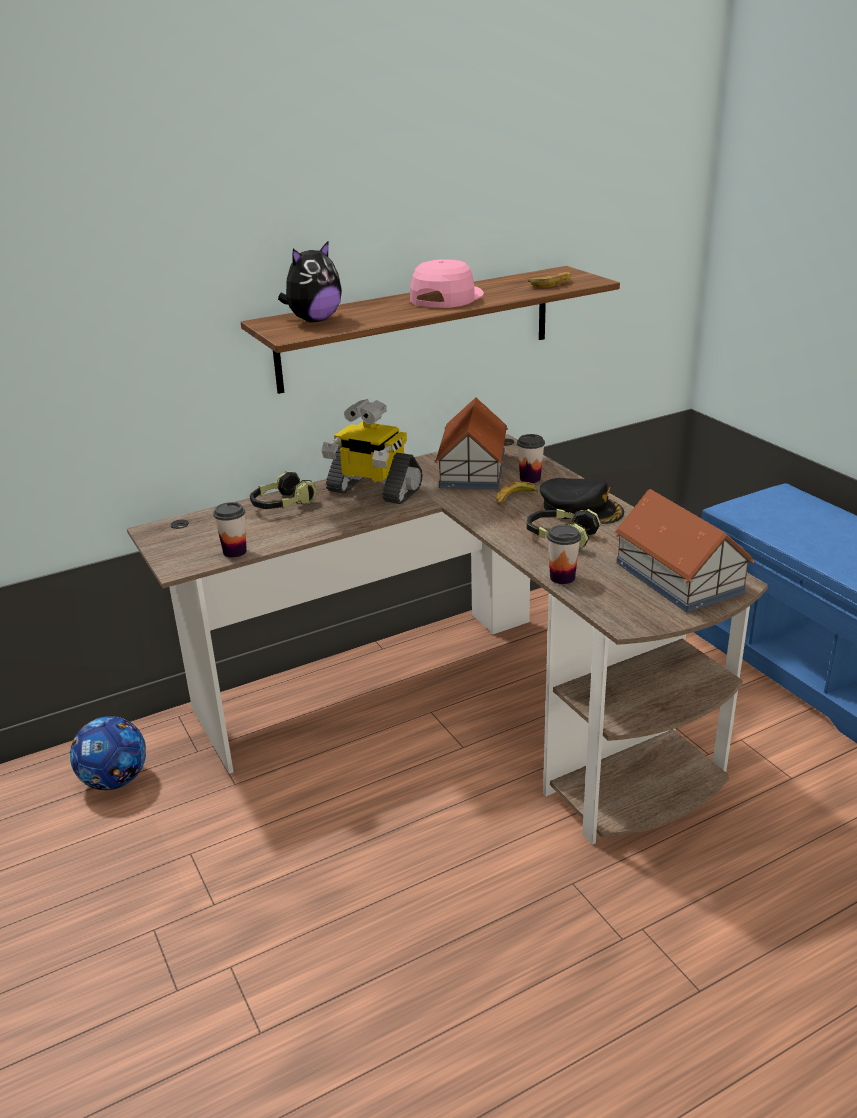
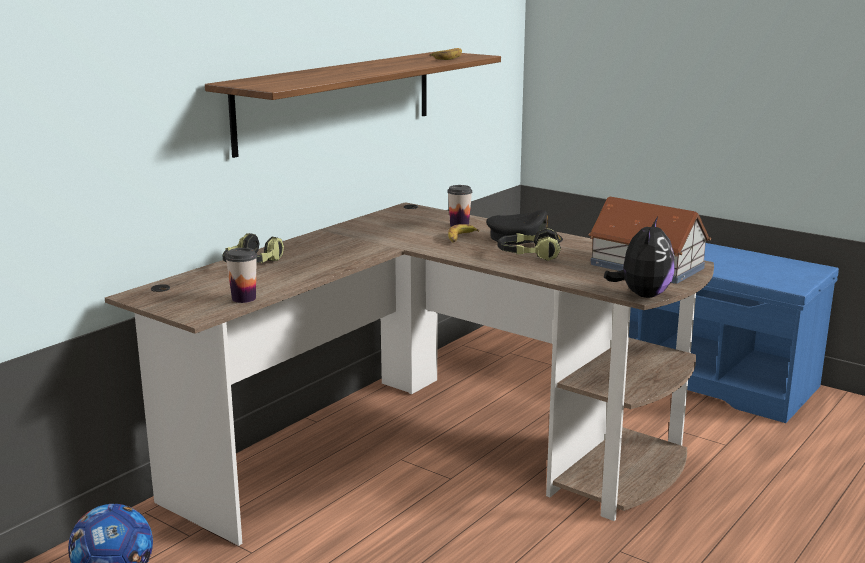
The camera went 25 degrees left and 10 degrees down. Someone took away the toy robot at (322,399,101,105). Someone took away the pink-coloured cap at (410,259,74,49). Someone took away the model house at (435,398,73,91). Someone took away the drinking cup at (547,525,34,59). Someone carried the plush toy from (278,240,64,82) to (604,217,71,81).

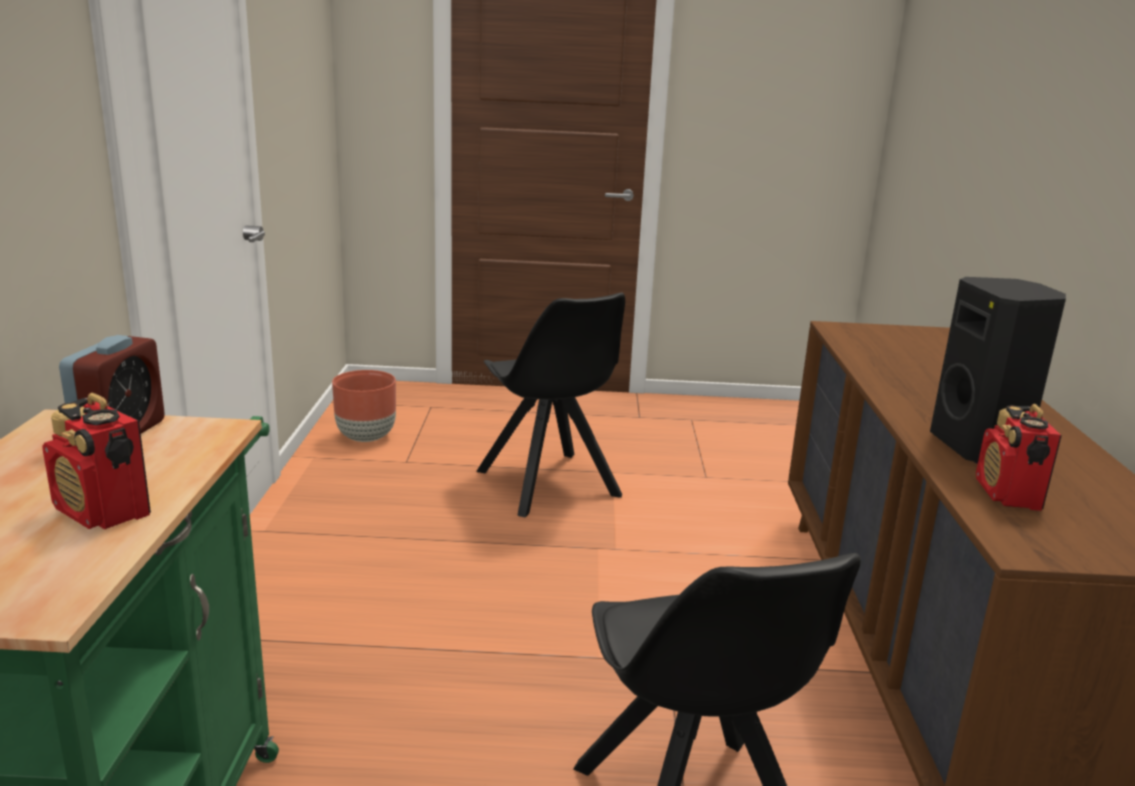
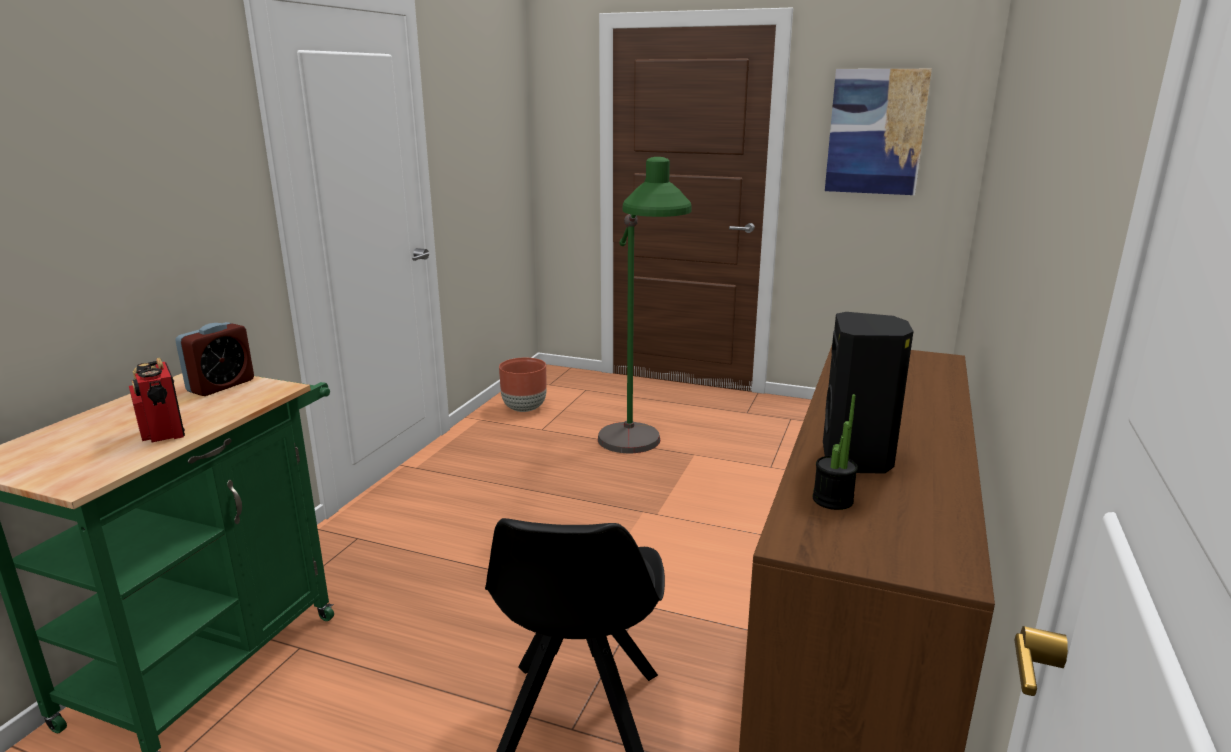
The camera went 20 degrees right and 0 degrees up. Someone put up the wall picture at (825,69,107,126). Someone swapped the black-coloured plain chair at (476,293,149,225) for the greenish standing lamp at (598,157,94,296). Someone swapped the radio at (976,404,86,107) for the houseplant at (813,394,45,116).

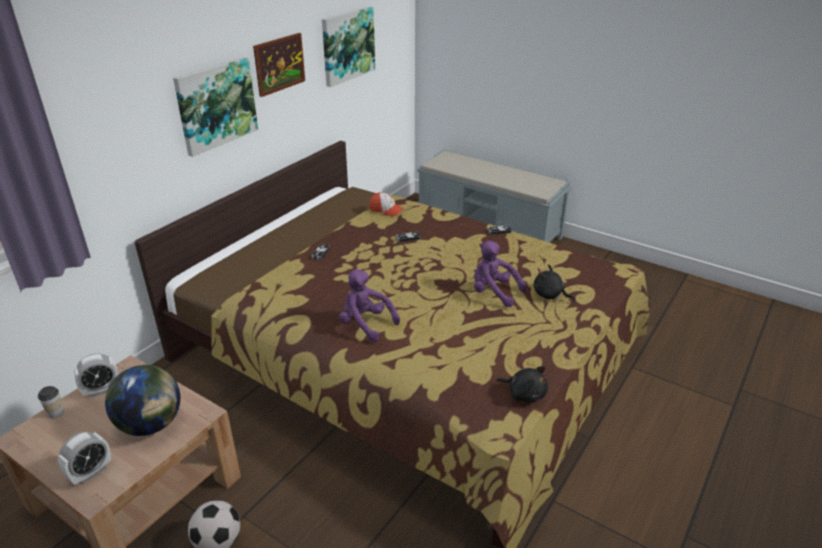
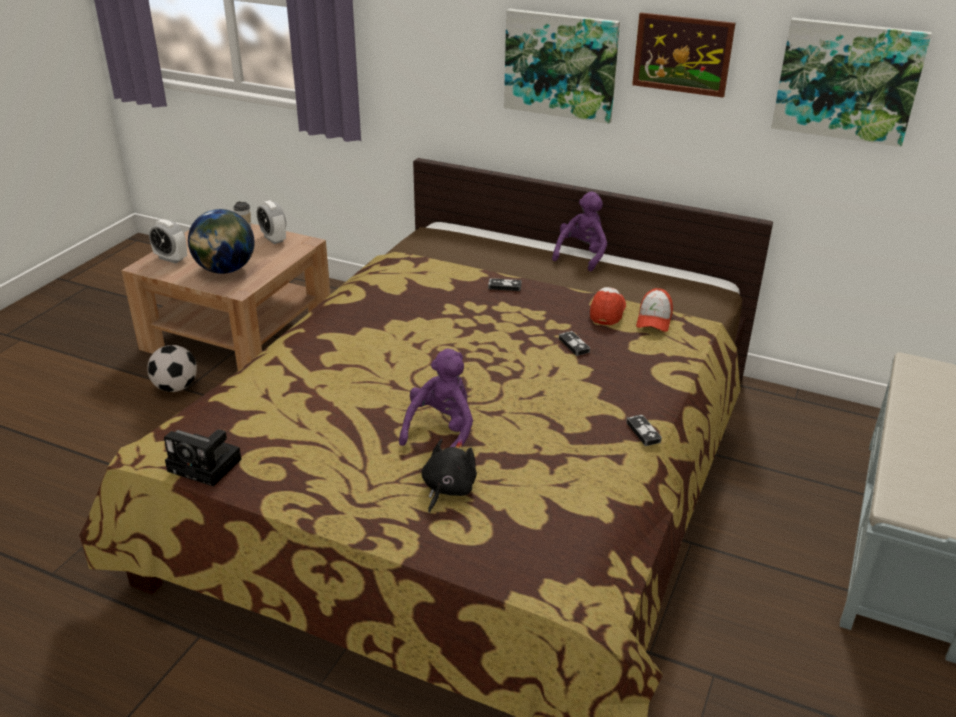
The camera went 80 degrees right and 0 degrees up. Someone put down the cap at (590,287,36,38). Someone carried the purple-coloured plush toy from (339,269,61,73) to (552,191,55,81). Someone swapped the black-coloured plush toy at (496,366,52,36) for the photo camera at (164,429,77,58).

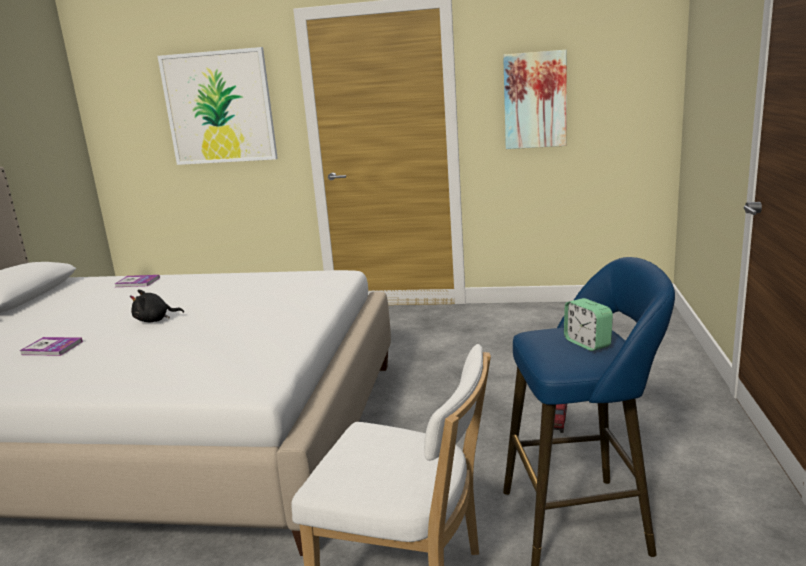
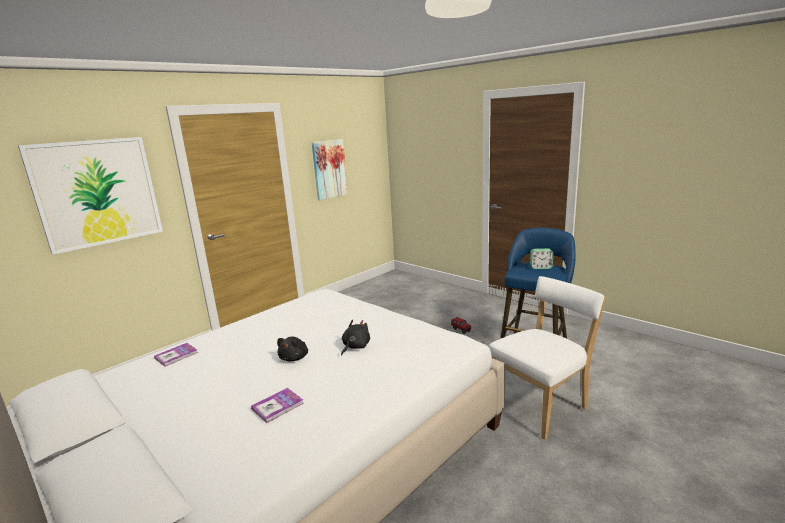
The camera went 55 degrees left and 0 degrees up. Someone put down the black-coloured plush toy at (341,320,29,36).

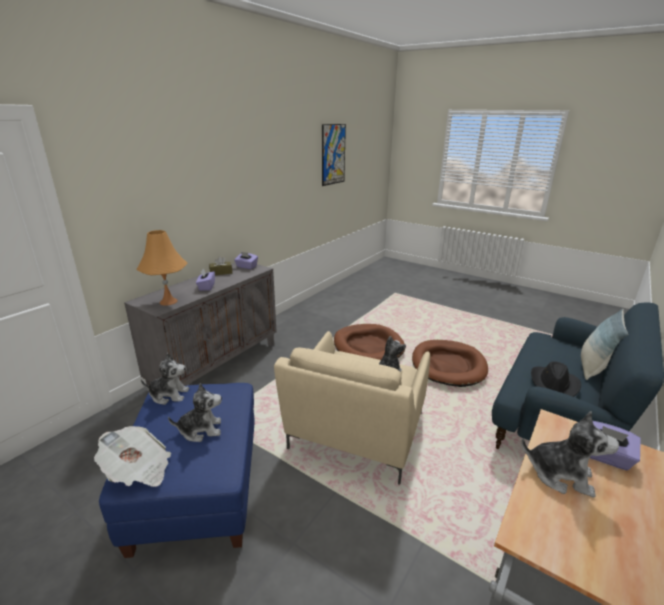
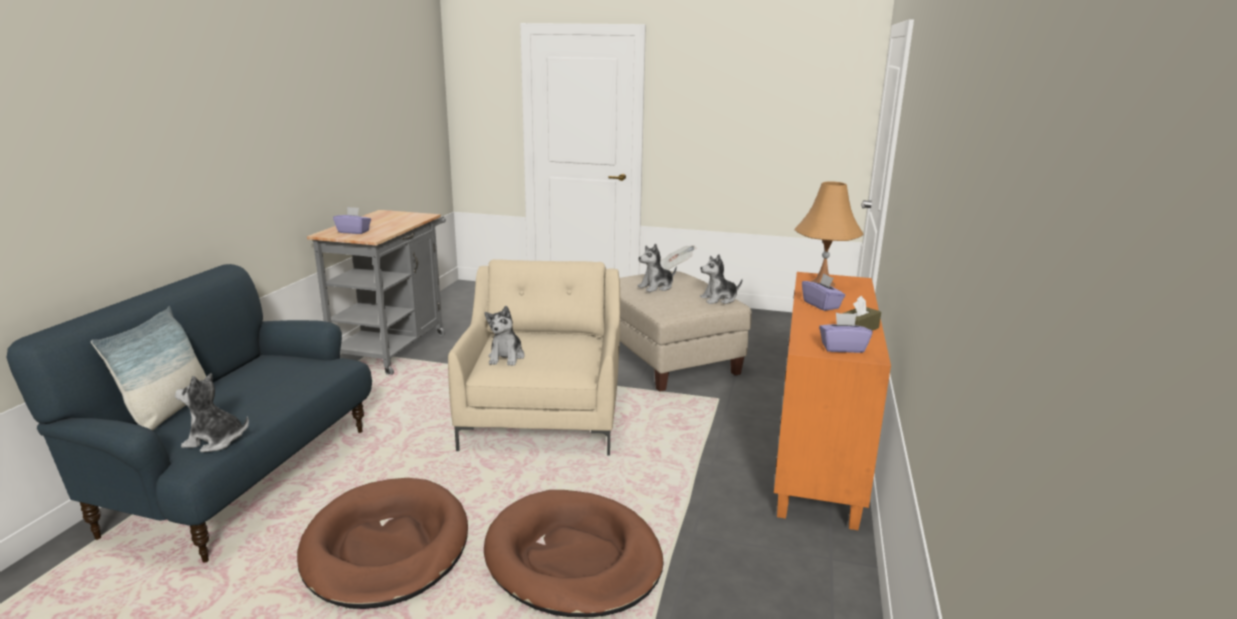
The camera went 160 degrees right and 5 degrees down. Someone took away the wall picture at (322,124,24,62). Someone took away the black-coloured hat at (531,361,50,36). Someone carried the plush toy from (521,411,98,87) to (175,373,74,79). Someone repainted the blue ottoman at (99,383,155,175), which became the sand-coloured ottoman at (619,271,133,121). Someone repainted the greyish cupboard at (124,263,153,123), which became the orangey cupboard at (774,272,117,258).

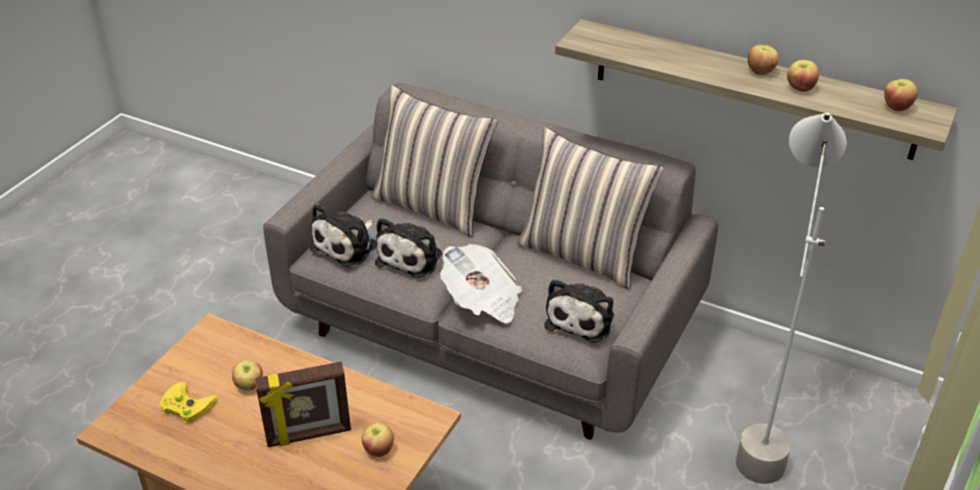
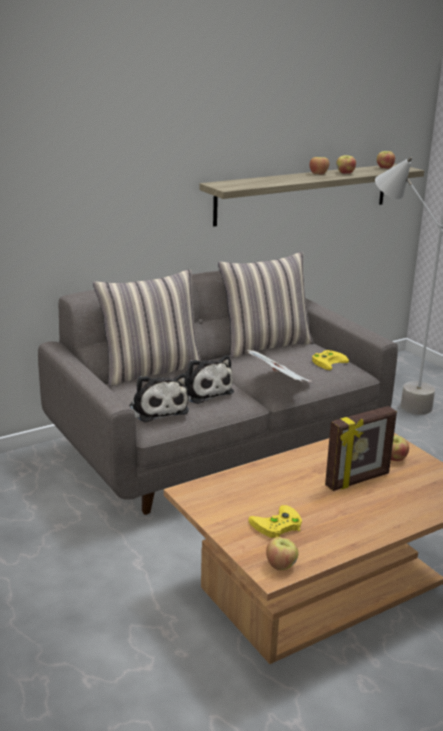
The camera went 60 degrees left and 15 degrees down. Someone carried the apple from (232,360,31,31) to (266,537,32,34). Someone swapped the plush toy at (544,279,70,64) for the yellowish gamepad at (312,350,37,20). Someone rotated the photo frame at (255,362,96,85) by 45 degrees clockwise.

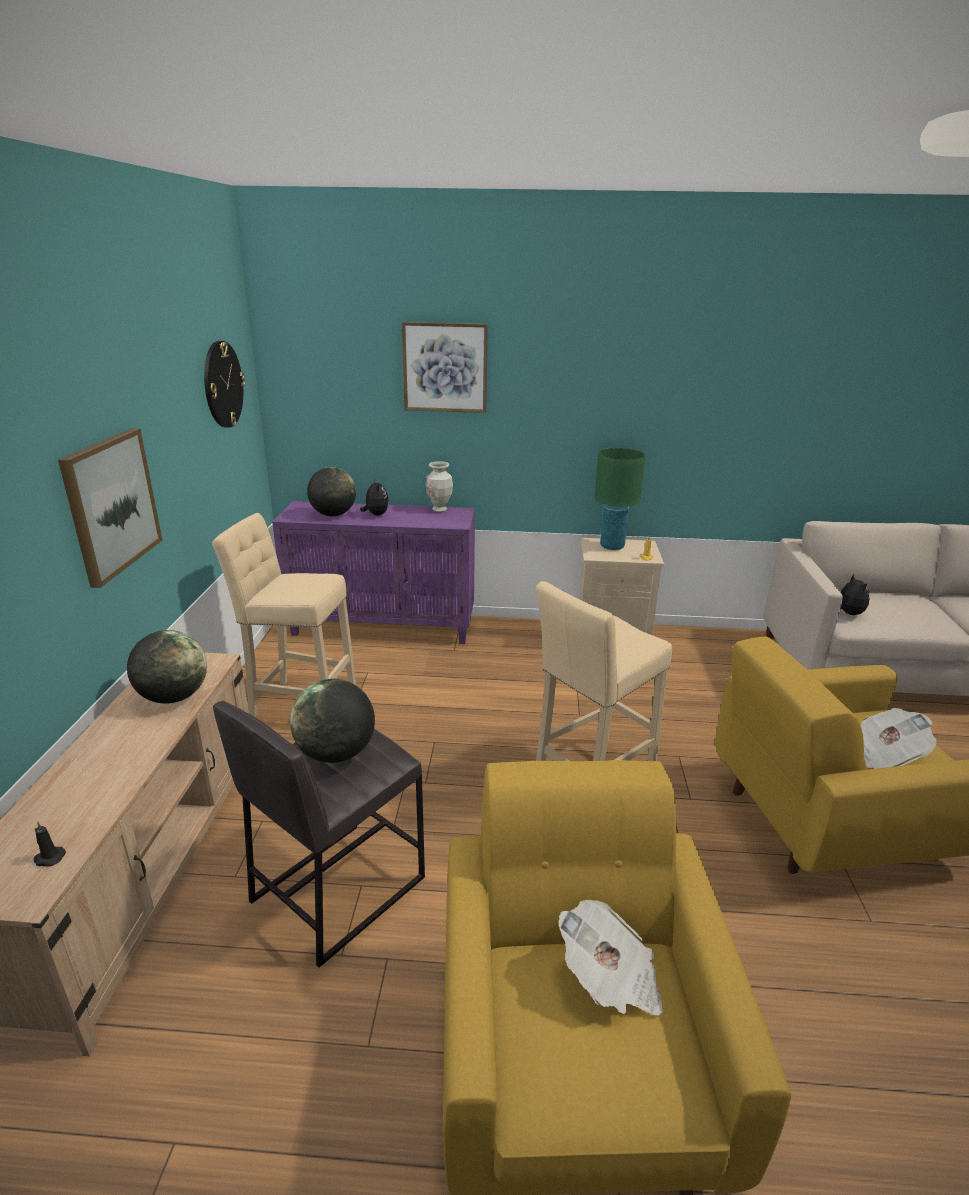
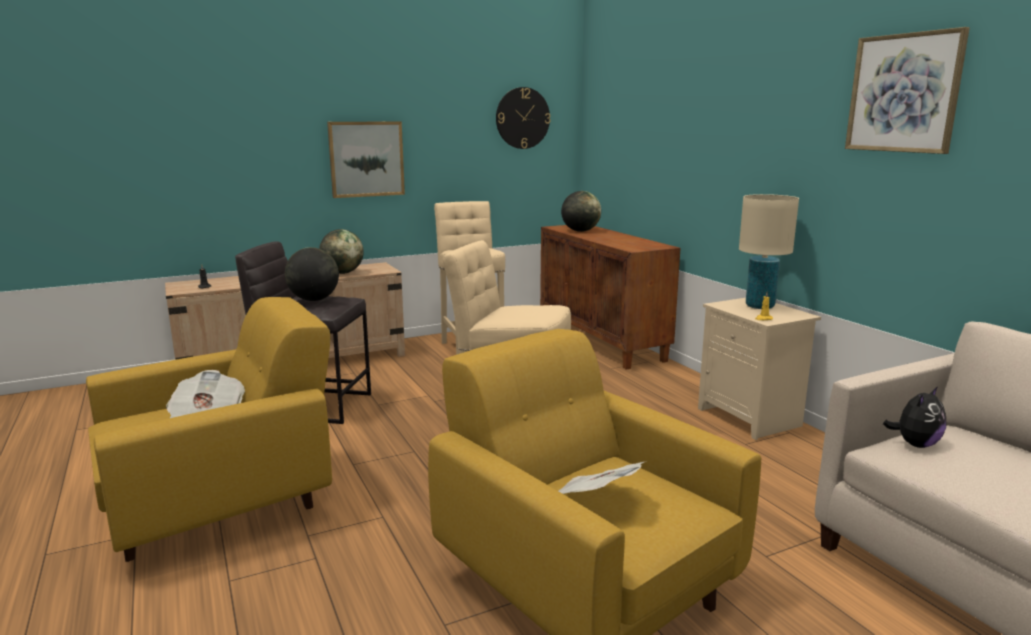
The camera went 60 degrees right and 10 degrees down. Someone took away the plush toy at (360,479,29,37). Someone took away the decorative vase at (426,461,27,51). Someone carried the wall picture from (401,322,87,91) to (845,27,125,127). Someone repainted the purple-coloured cupboard at (272,501,203,143), which became the brown-coloured cupboard at (540,225,141,145). Someone repainted the greenish lamp for a table at (594,448,52,102), which became the sand-coloured lamp for a table at (739,194,60,115).

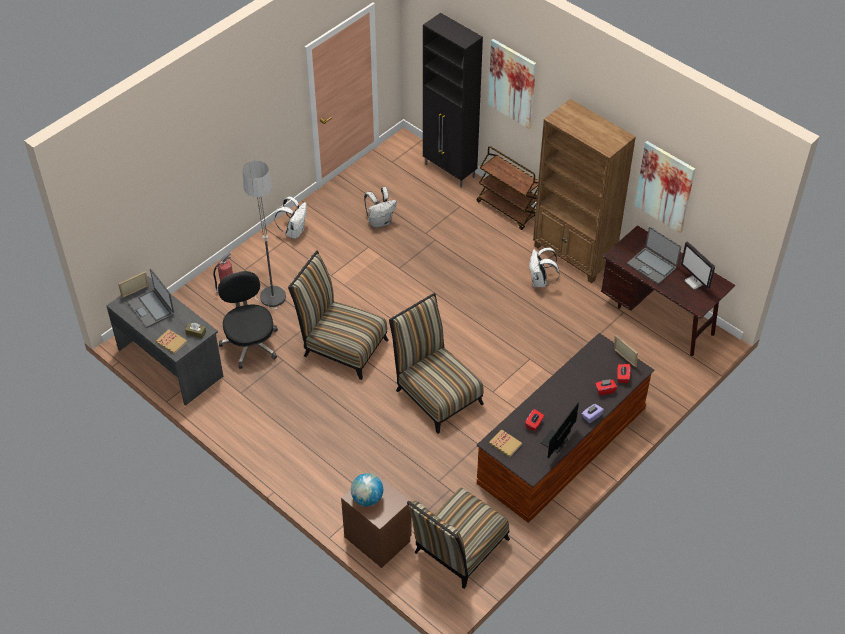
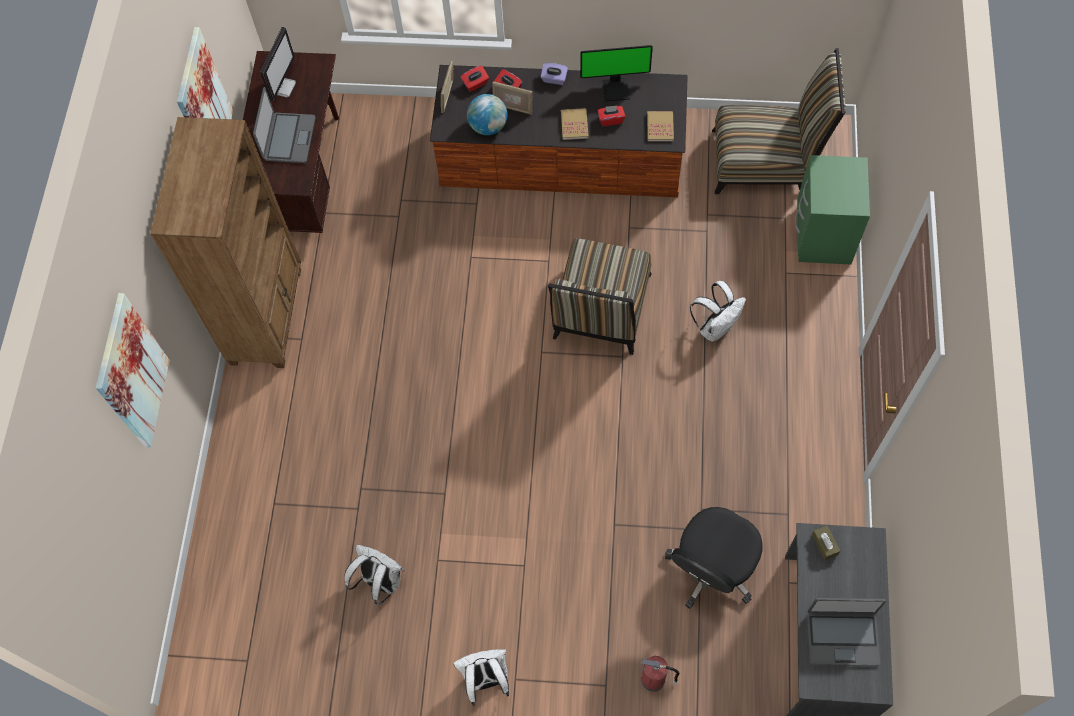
The camera went 125 degrees left and 15 degrees up. Someone took away the standing lamp at (243,161,43,148). Someone took away the plain chair at (288,250,101,130). Someone took away the black-coloured cupboard at (423,13,60,175). Someone took away the brown-coloured wheeled cart at (476,146,62,84). Someone carried the photo frame from (118,271,31,27) to (492,82,41,33). Someone carried the book from (156,329,31,25) to (561,108,28,32). Someone carried the desk globe from (351,473,32,33) to (467,94,40,41). Someone carried the white rucksack from (529,247,31,40) to (690,281,56,61). Someone repainted the brown-coloured bedside table at (341,470,71,98), which became the greenish bedside table at (795,155,75,109). Someone rotated the notebook computer at (128,269,46,59) by 75 degrees clockwise.

